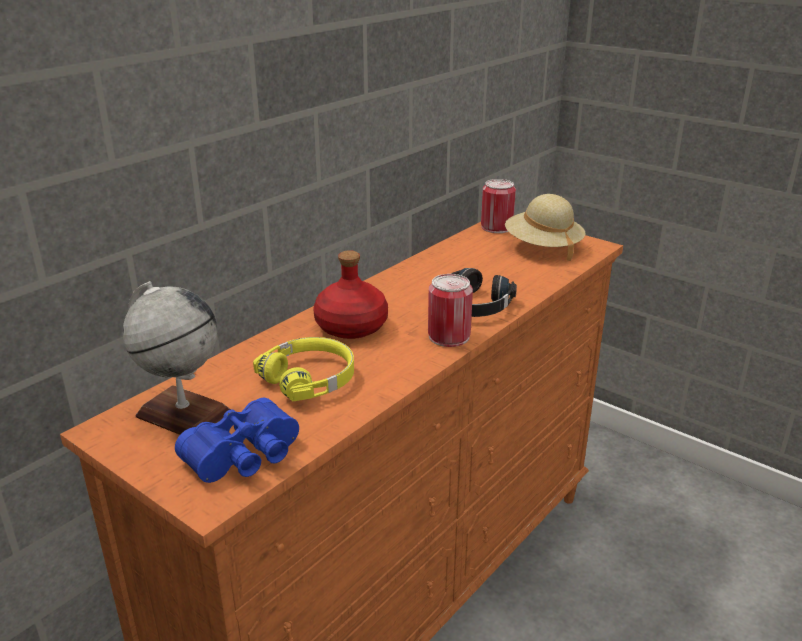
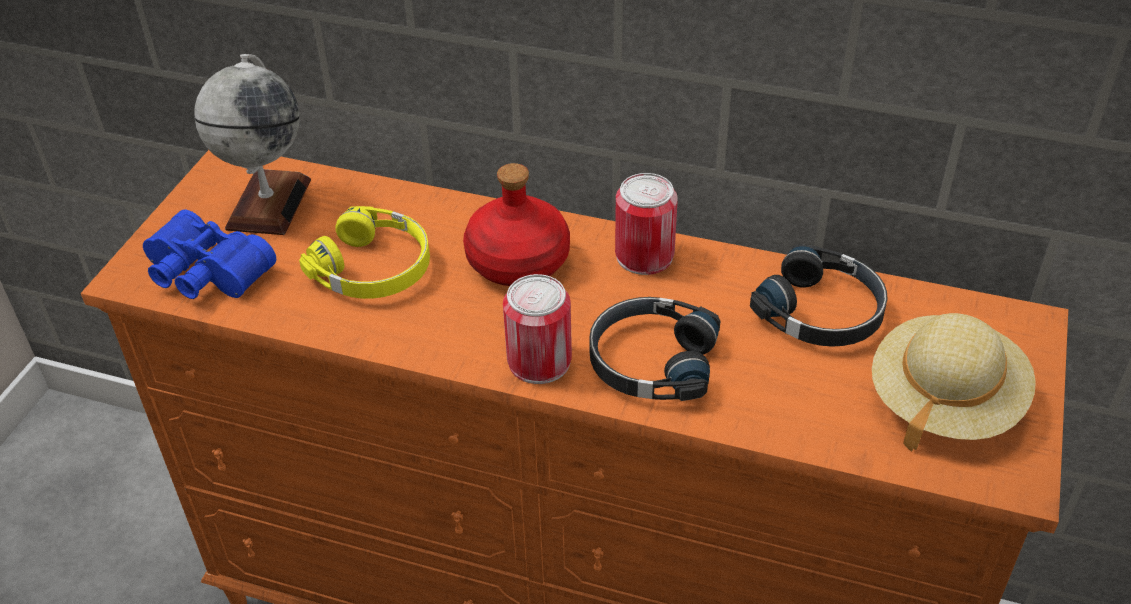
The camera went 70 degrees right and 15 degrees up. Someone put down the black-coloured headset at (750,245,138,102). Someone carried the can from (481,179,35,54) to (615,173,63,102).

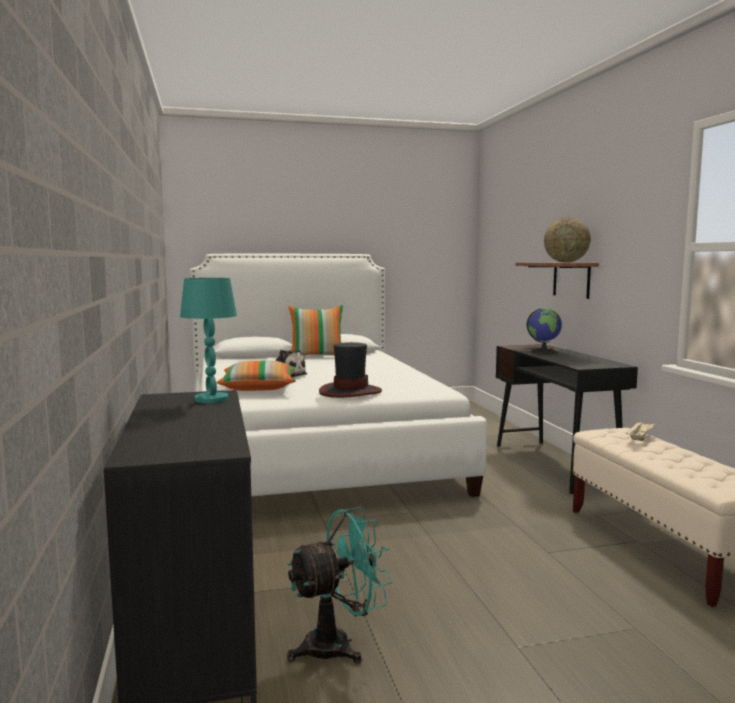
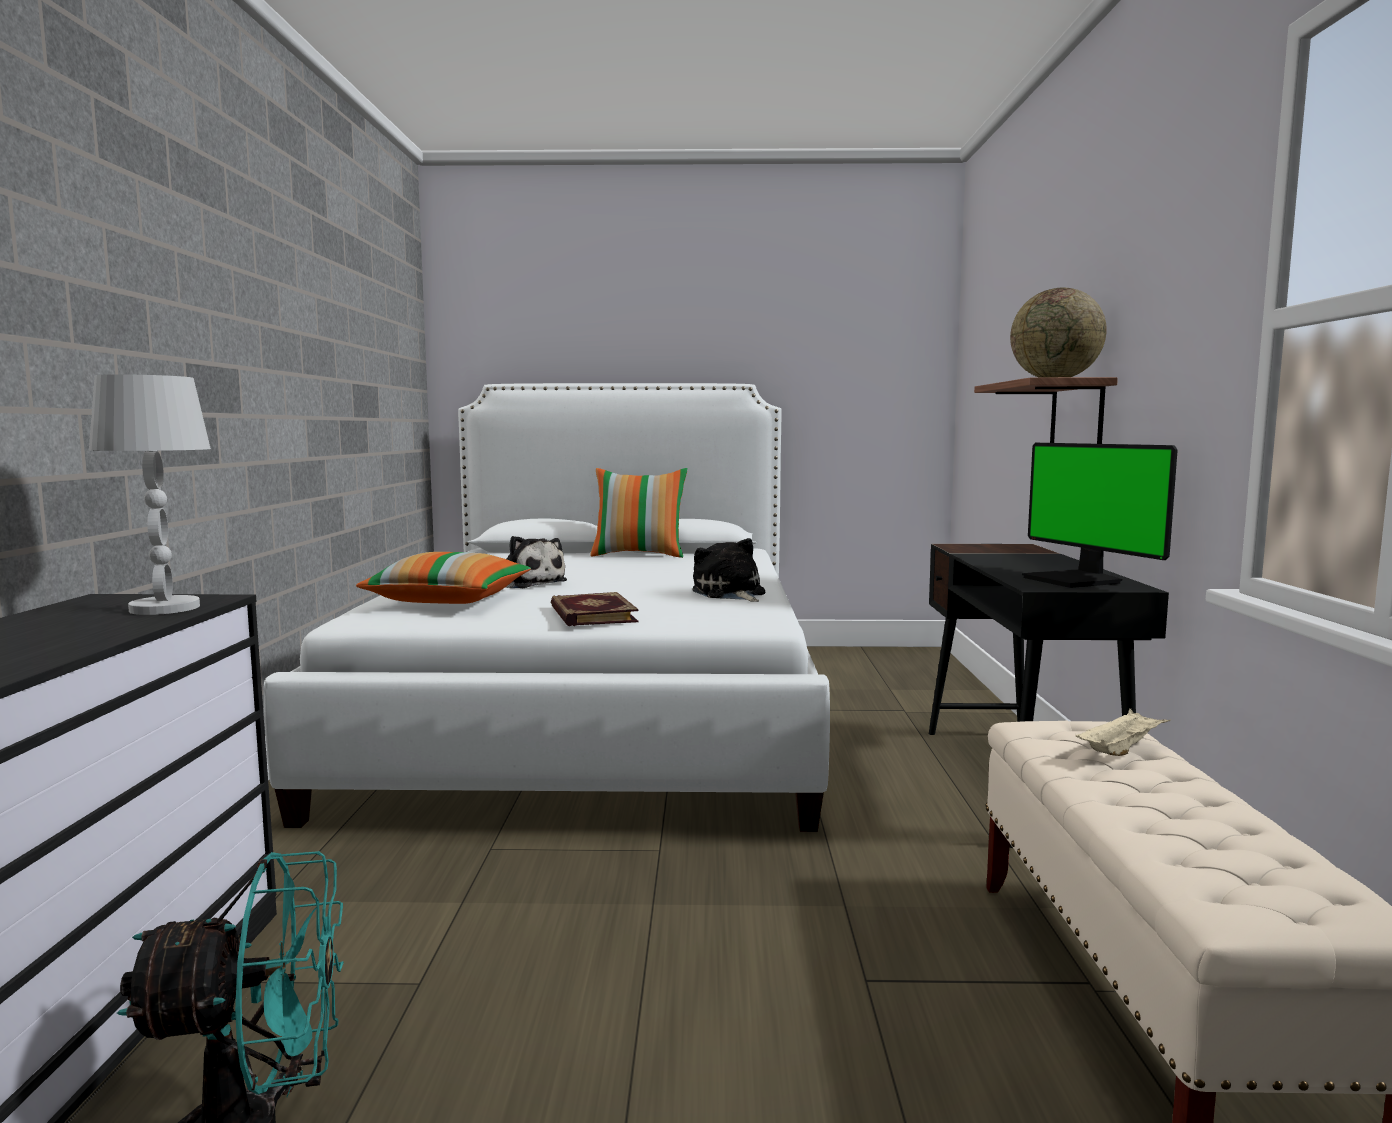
The camera went 15 degrees right and 0 degrees up. Someone took away the desk globe at (527,308,35,46). Someone put down the plush toy at (693,538,72,64). Someone put down the monitor at (1022,443,156,145). Someone swapped the hat at (319,342,63,56) for the book at (551,592,87,34). Someone repainted the blue-green lamp for a table at (180,278,57,125), which became the white lamp for a table at (89,374,122,241).

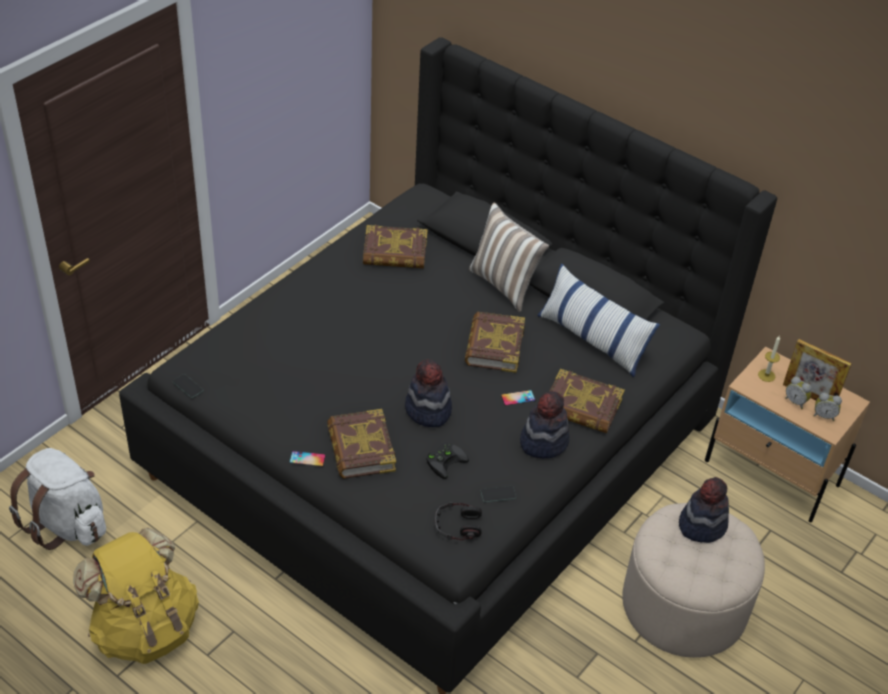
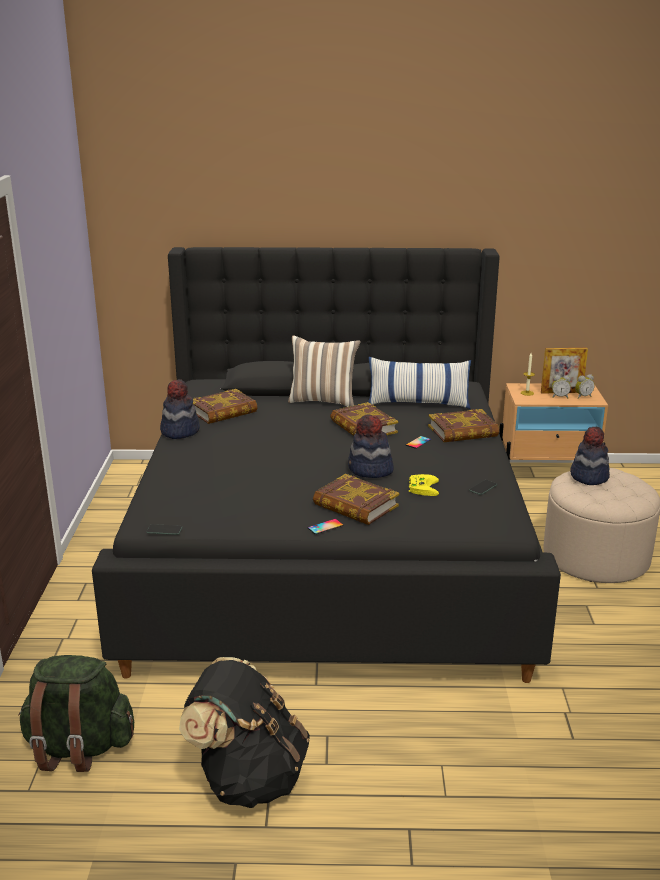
The camera went 35 degrees left and 20 degrees down. Someone took away the headset at (435,502,47,39). Someone carried the hat from (520,391,49,67) to (160,379,40,60). Someone repainted the white rucksack at (9,448,97,102), which became the greenish rucksack at (19,655,115,117). Someone repainted the yellowish rucksack at (73,528,126,136), which became the black-coloured rucksack at (179,657,131,151). Someone repainted the black-coloured gamepad at (426,442,43,37), which became the yellowish gamepad at (409,474,30,22).

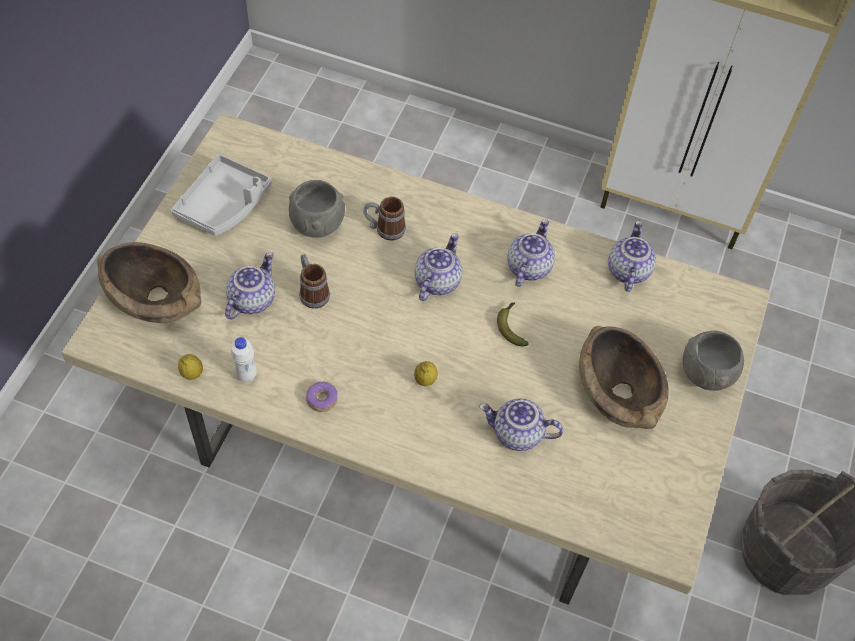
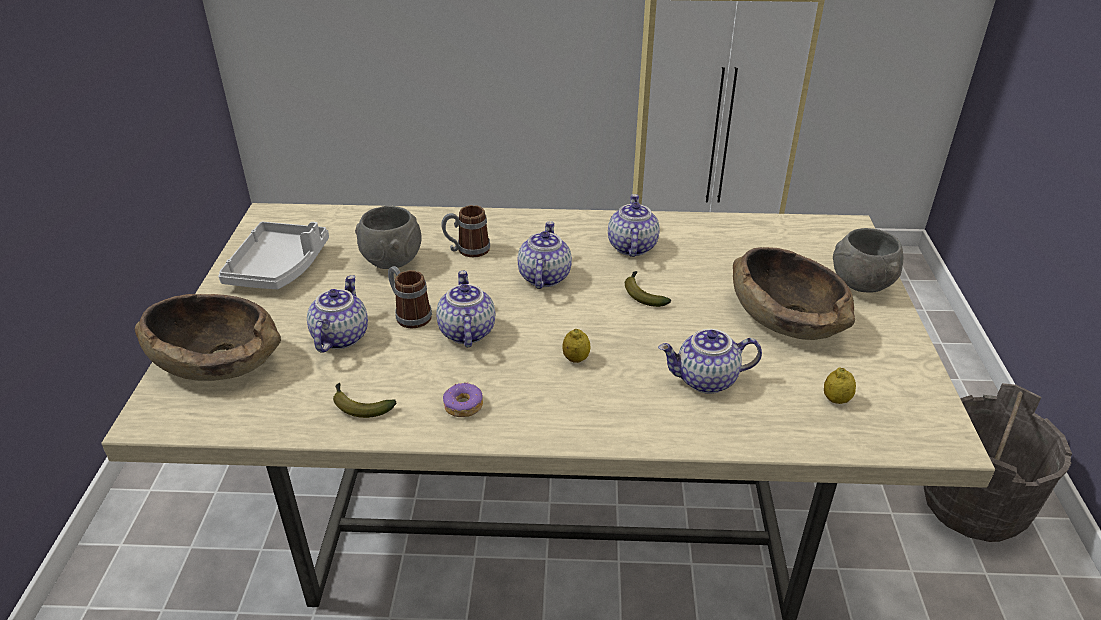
The camera went 15 degrees left and 20 degrees down. Someone carried the citrus fruit from (178,354,25,26) to (824,367,32,37). Someone carried the teapot from (608,221,48,71) to (436,271,59,76). Someone swapped the white beverage bottle at (231,337,26,46) for the banana fruit at (333,383,63,35).

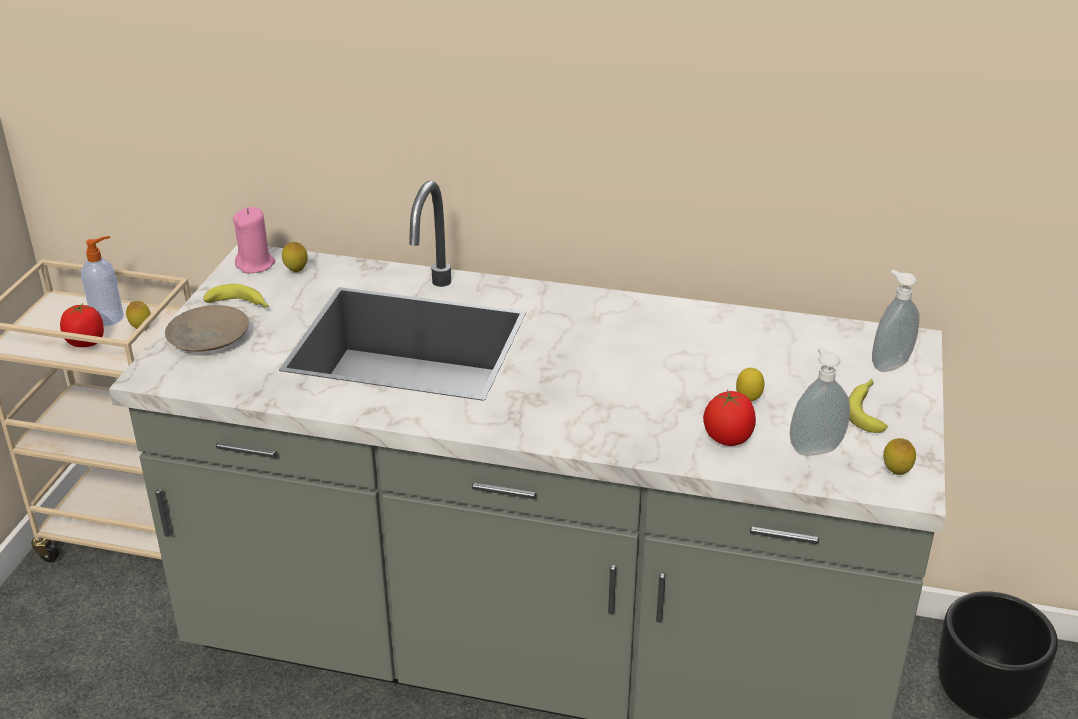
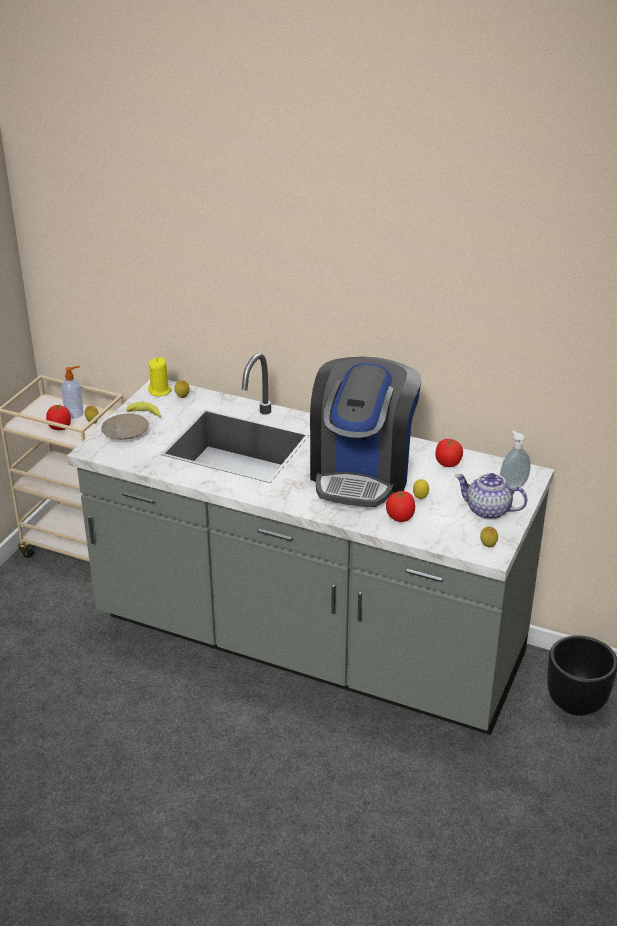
The camera went 10 degrees right and 0 degrees up. Someone took away the soap dispenser at (790,347,60,109). Someone put down the coffee machine at (310,357,111,150). Someone put down the whole tomato at (435,439,28,28). Someone swapped the banana fruit at (849,379,39,54) for the teapot at (455,473,72,47). Someone repainted the pink-coloured wax light at (233,207,42,66), which became the yellowish wax light at (148,357,24,39).

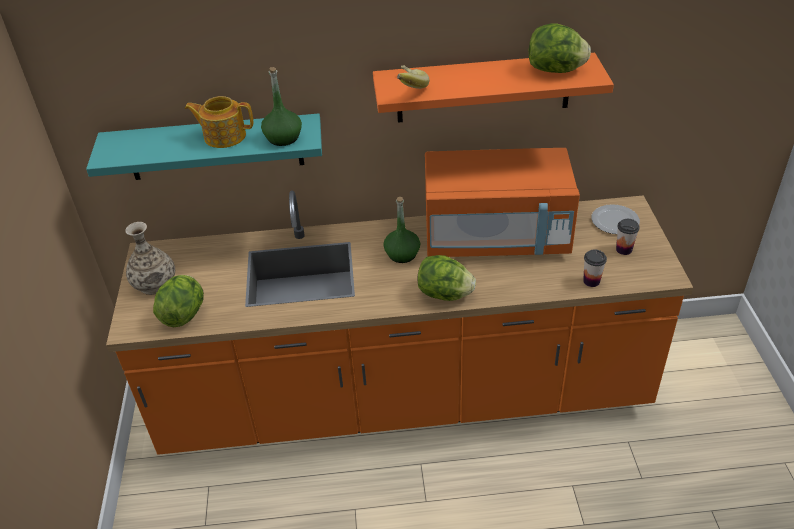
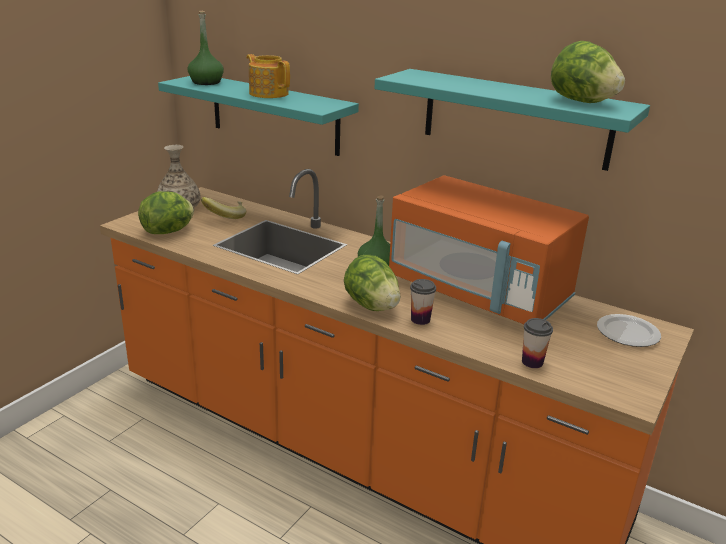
The camera went 35 degrees right and 15 degrees down. Someone carried the greenish beverage bottle from (261,67,41,79) to (187,11,37,74). Someone carried the banana fruit from (397,65,33,24) to (201,197,45,22). Someone carried the drinking cup from (616,219,24,36) to (410,279,26,46). Someone repainted the orangey bracket shelf at (373,53,241,70), which became the blue-green bracket shelf at (375,69,275,102).

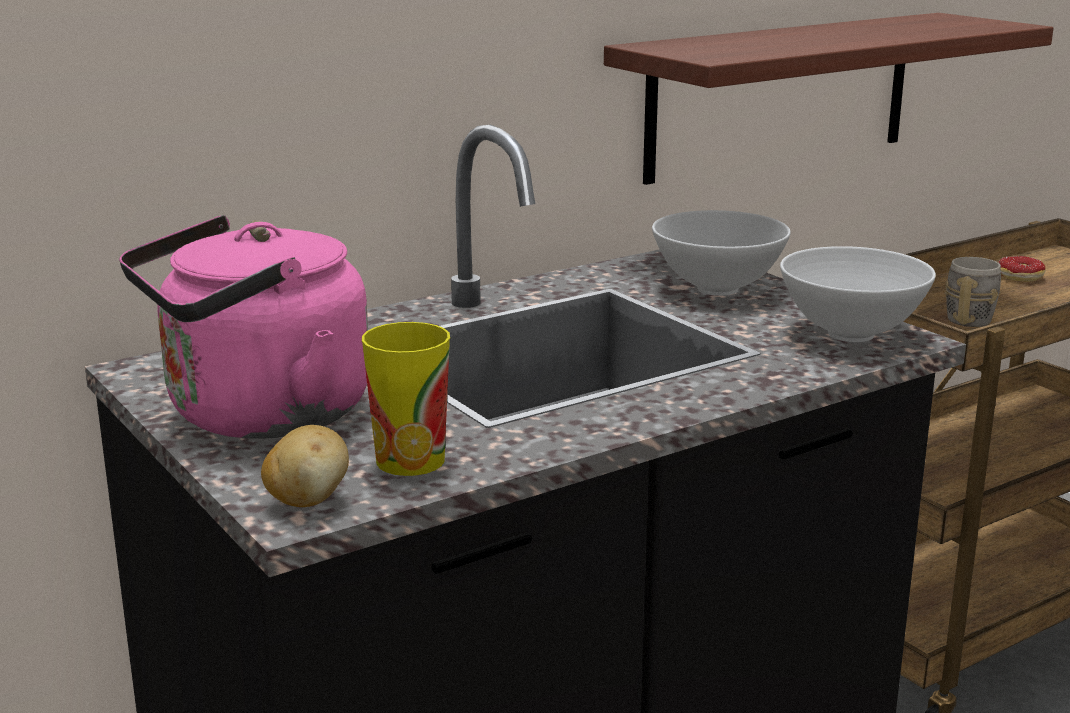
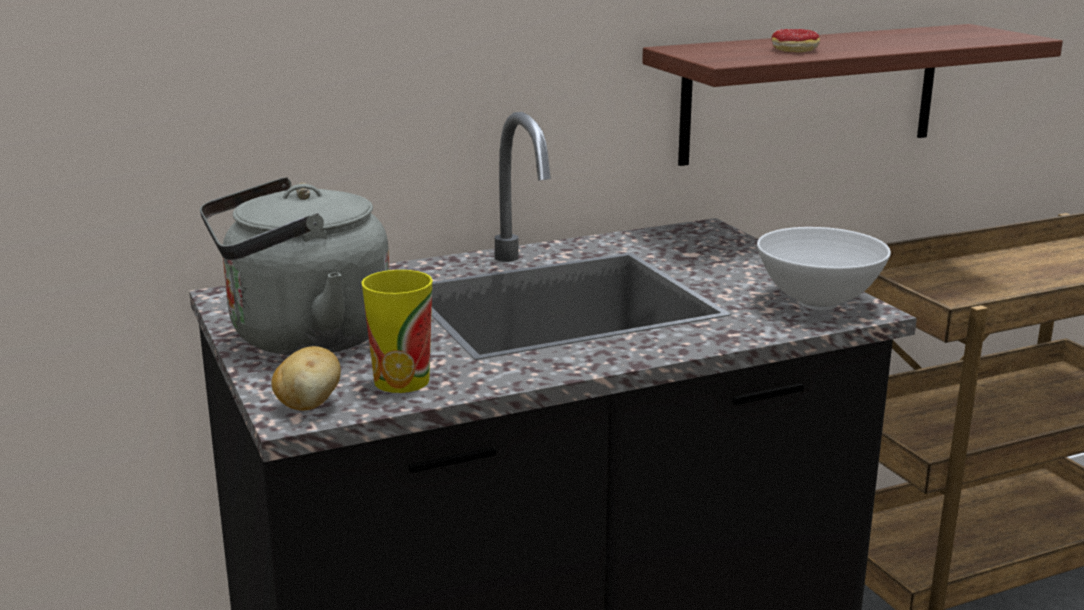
The camera went 10 degrees right and 0 degrees up. Someone took away the white deep dish at (652,210,139,86). Someone took away the greyish tea mug at (945,257,56,70). Someone carried the ring doughnut from (999,256,47,26) to (771,29,49,23). Someone repainted the pink-coloured water kettle at (119,215,249,224), which became the greyish water kettle at (200,177,190,178).

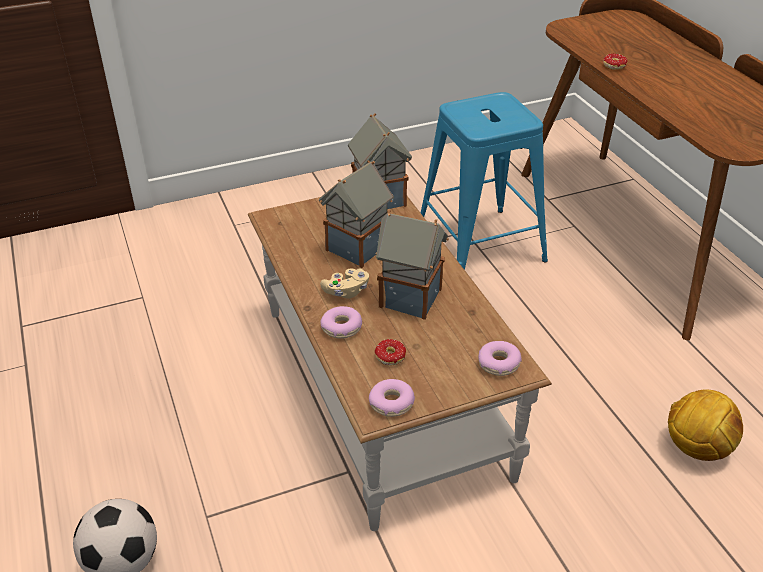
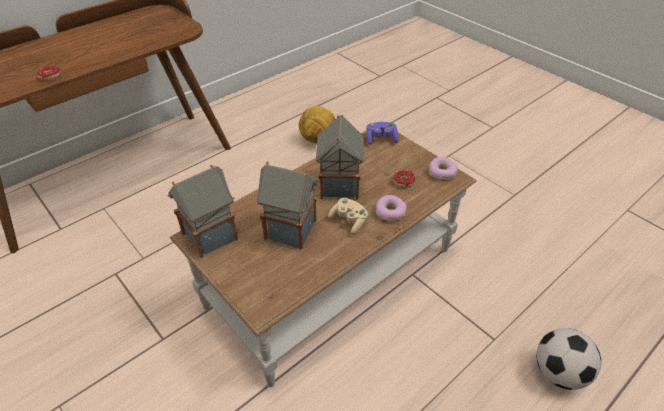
The camera went 110 degrees left and 5 degrees up. Someone took away the blue stool seat at (421,92,127,178). Someone swapped the ring doughnut at (478,341,44,35) for the purple-coloured gamepad at (366,122,33,23).

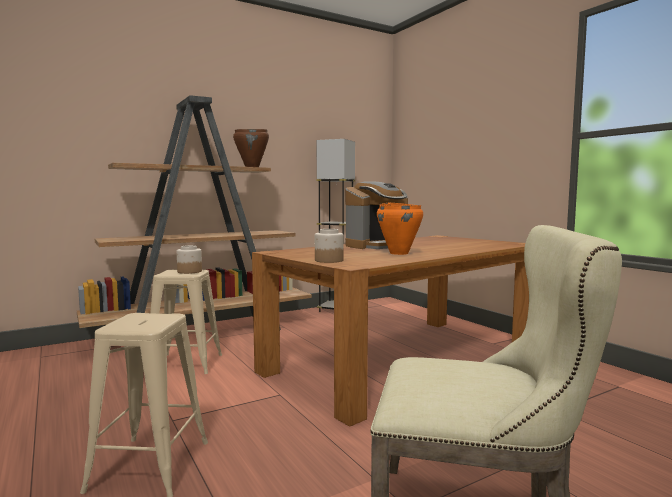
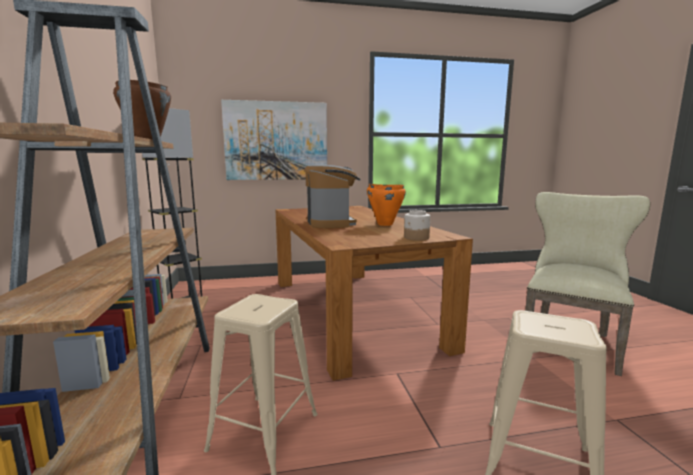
The camera went 70 degrees left and 5 degrees up. Someone took away the preserve jar at (177,245,25,29). Someone put up the wall picture at (221,100,106,80).

